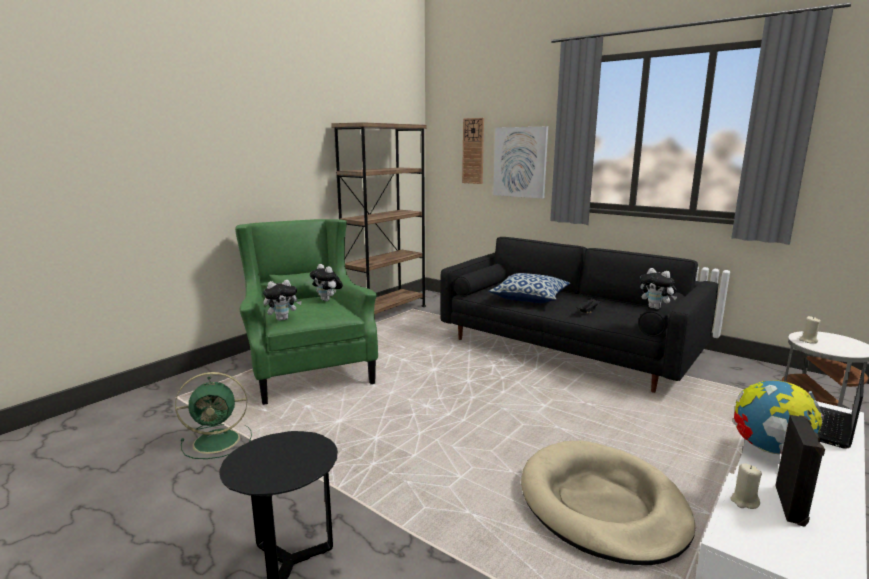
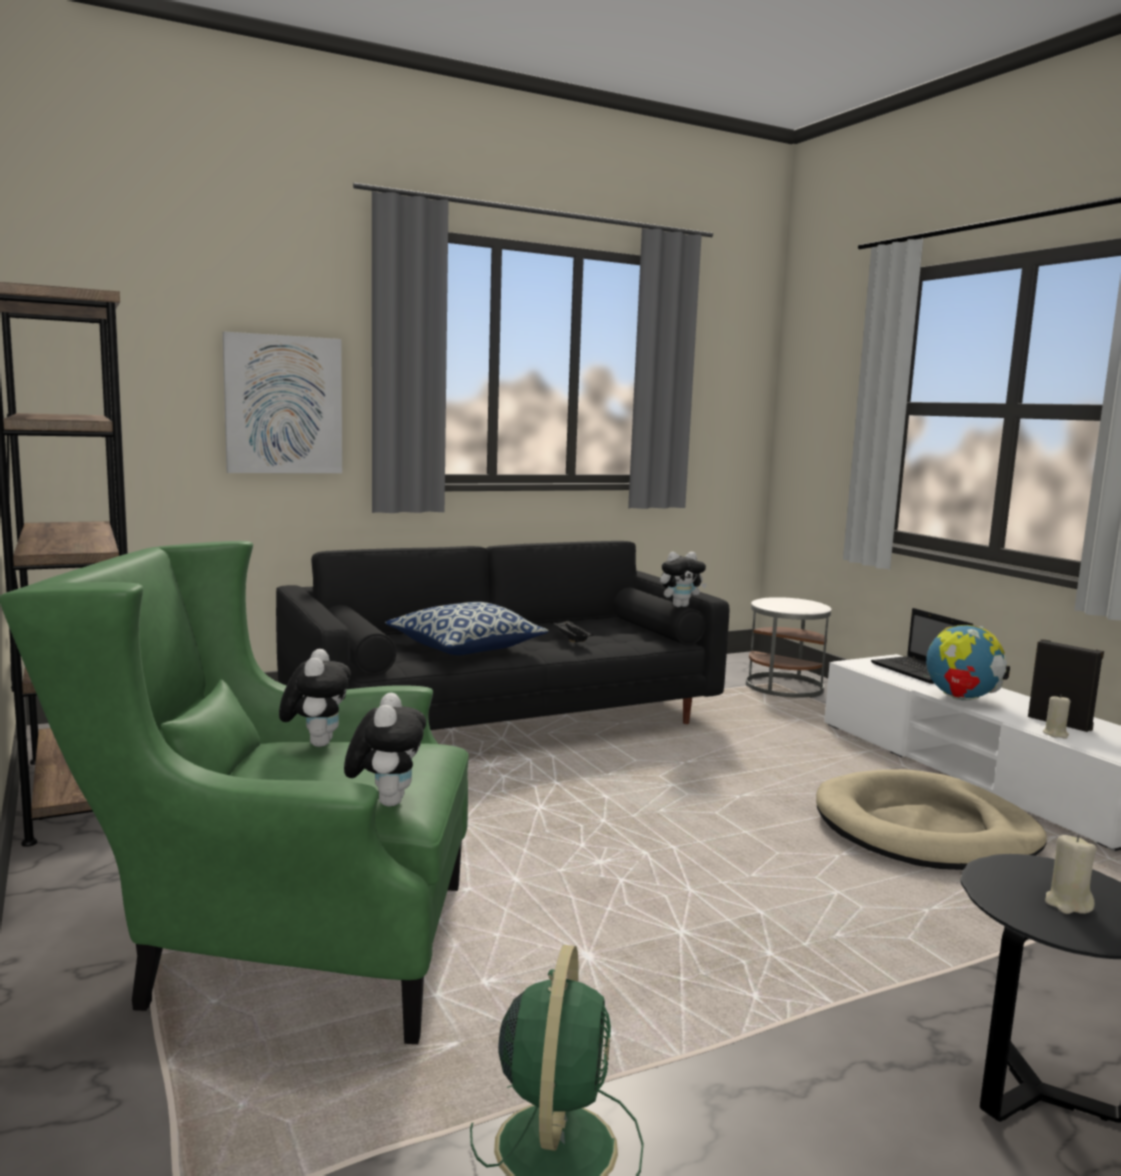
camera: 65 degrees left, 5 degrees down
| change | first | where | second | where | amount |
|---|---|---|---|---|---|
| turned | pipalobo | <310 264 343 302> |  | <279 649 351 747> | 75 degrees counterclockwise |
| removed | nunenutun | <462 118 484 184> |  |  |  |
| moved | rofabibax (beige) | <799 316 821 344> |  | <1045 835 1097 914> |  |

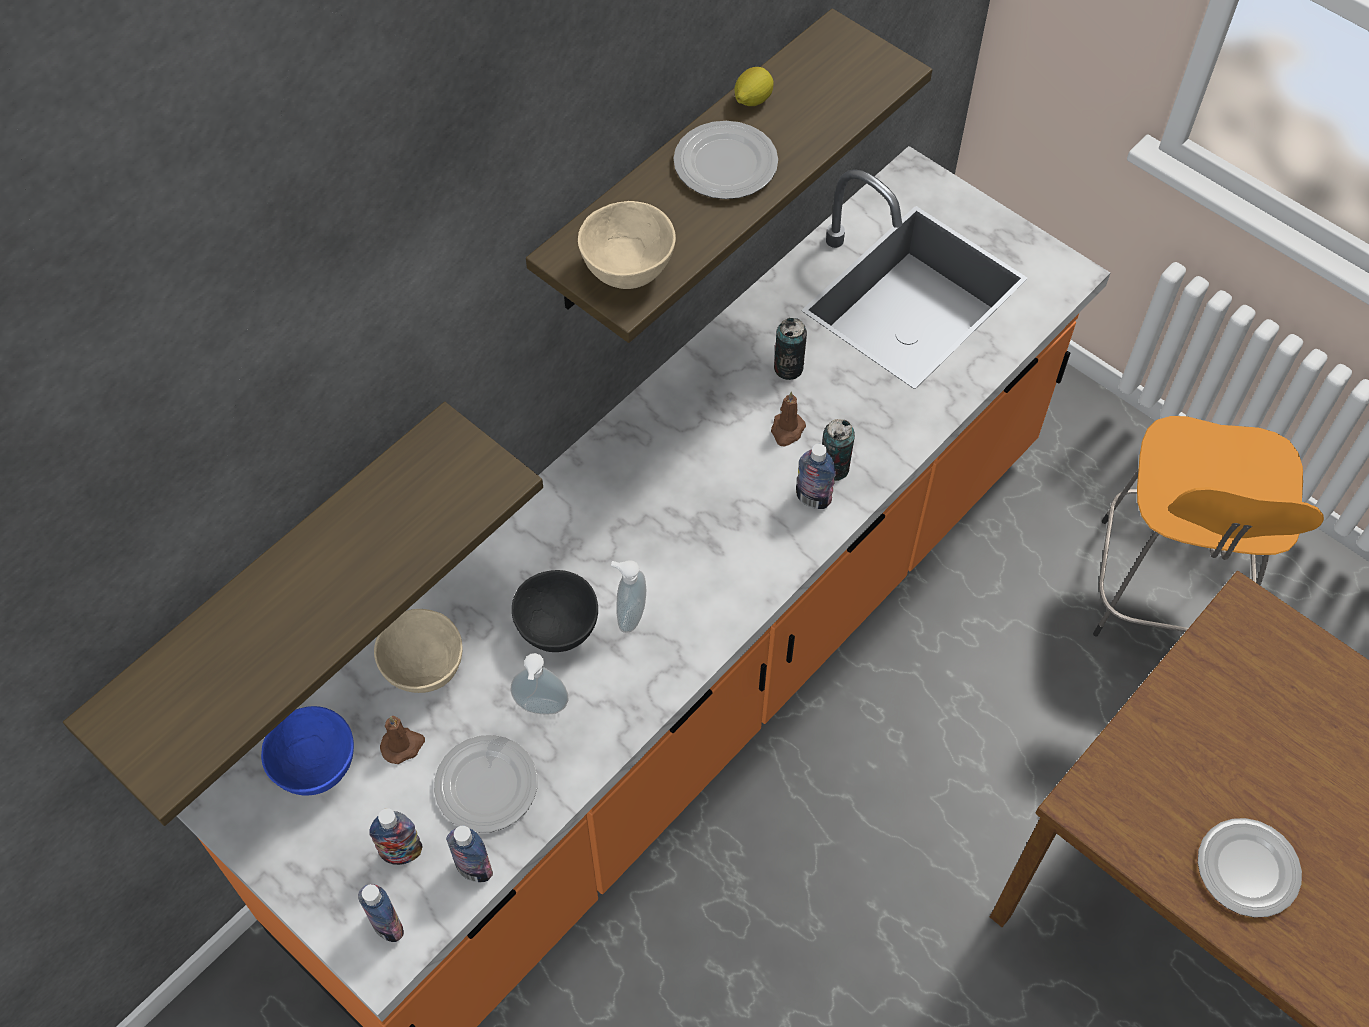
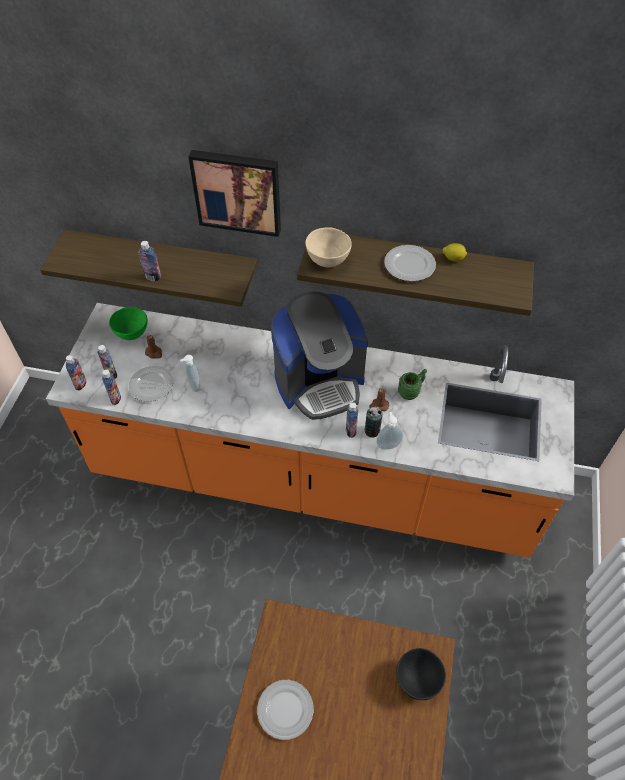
camera: 60 degrees right, 5 degrees down
| change | first | where | second | where | amount |
|---|---|---|---|---|---|
| recoloured | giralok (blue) | <261 706 354 796> | giralok (green) | <109 307 148 340> |  |
| removed | giralok (beige) | <374 609 463 693> |  |  |  |
| moved | giralok (black) | <512 570 598 652> |  | <396 648 446 700> |  |
| moved | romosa | <611 560 646 633> |  | <376 412 403 450> |  |
| replaced | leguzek | <774 318 807 380> | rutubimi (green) | <398 369 427 400> |  |
| removed | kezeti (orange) | <1093 416 1324 637> |  |  |  |
| added |  |  | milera | <138 241 161 281> |  |
| added |  |  | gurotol | <188 150 281 237> |  |
| added |  |  | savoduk | <271 291 368 420> |  |

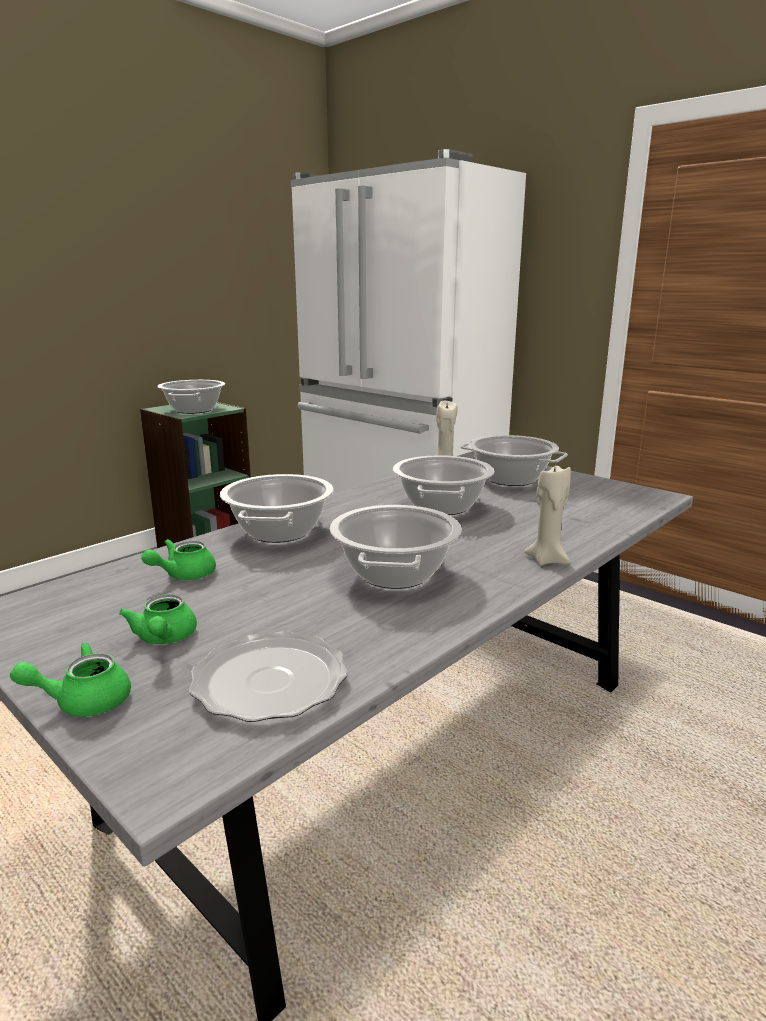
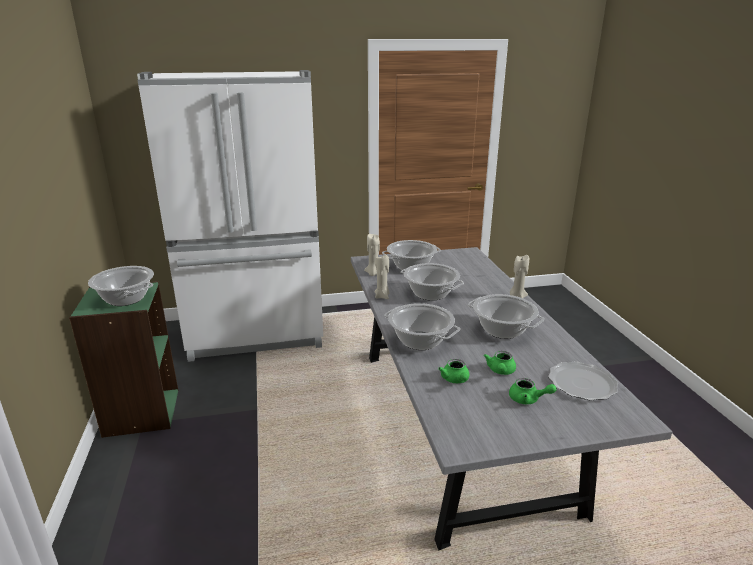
camera: 55 degrees left, 5 degrees up
| change | first | where | second | where | amount |
|---|---|---|---|---|---|
| moved | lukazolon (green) | <10 643 131 717> |  | <483 351 516 375> |  |
| added |  |  | rofabibax (beige) | <374 255 389 299> |  |

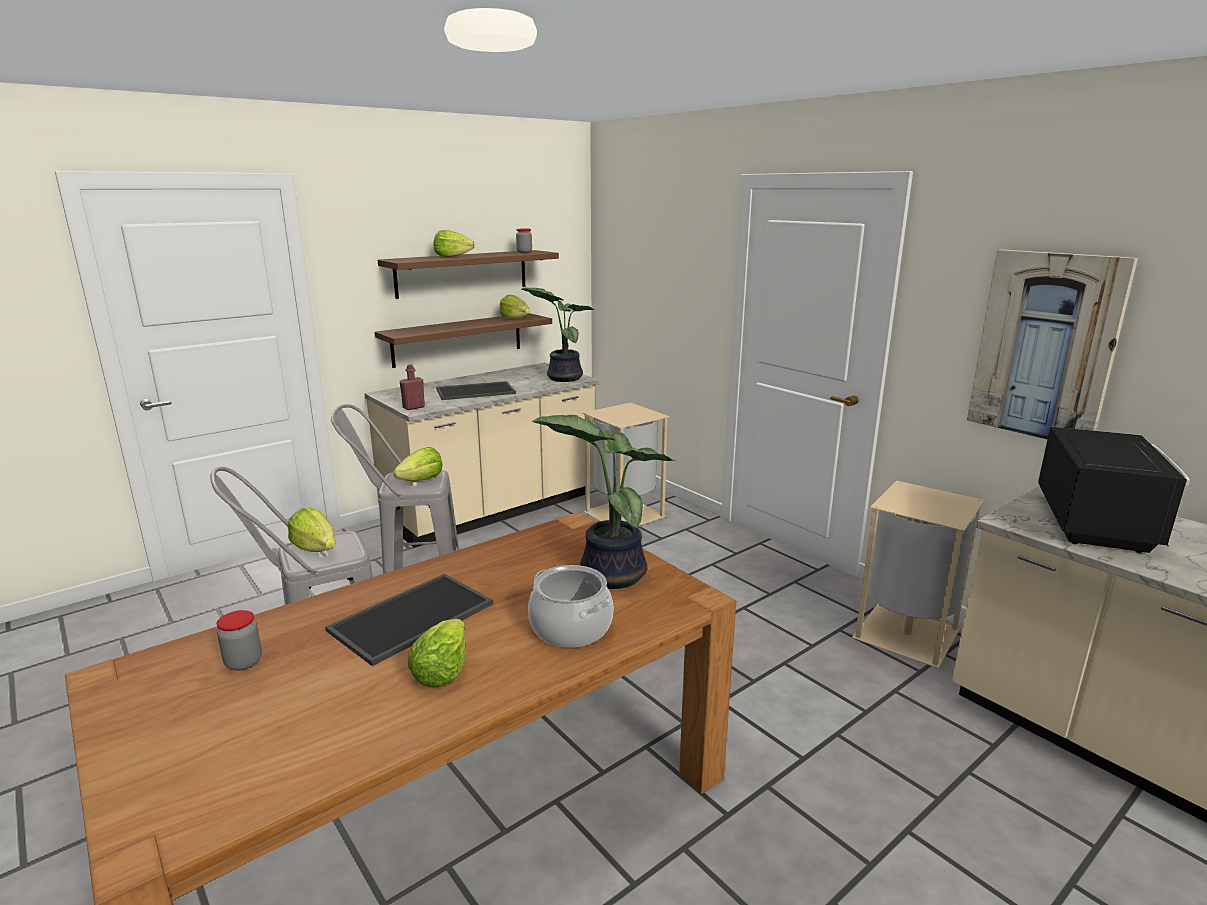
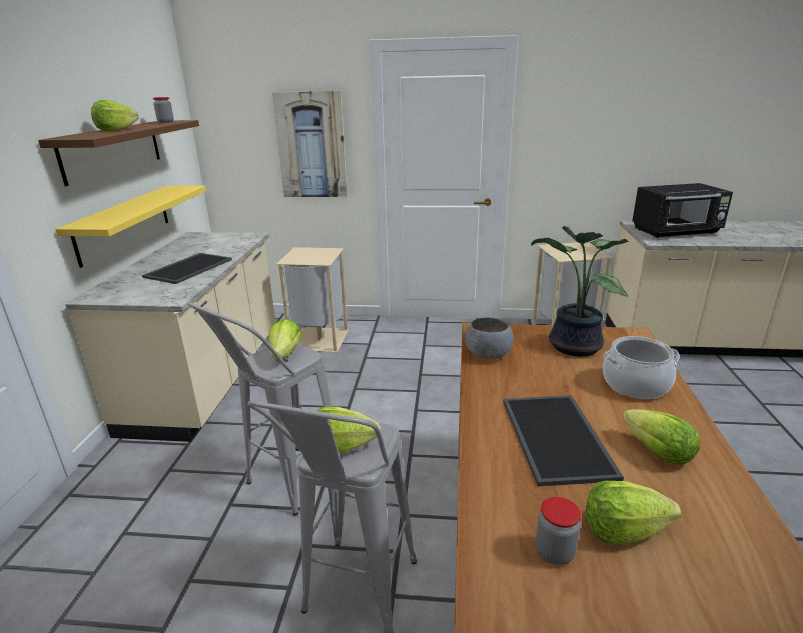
camera: 45 degrees left, 5 degrees up
| change | first | where | second | where | amount |
|---|---|---|---|---|---|
| recoloured | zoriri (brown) | <375 313 552 368> | zoriri (yellow) | <55 186 206 268> |  |
| removed | milera (red) | <400 365 425 410> |  |  |  |
| moved | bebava | <500 295 530 319> |  | <586 481 681 544> |  |
| removed | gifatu | <522 287 595 382> |  |  |  |
| moved | gurotol | <967 250 1138 439> |  | <272 91 348 197> |  |
| turned | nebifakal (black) | <1038 427 1190 553> |  | <632 183 733 238> | 105 degrees clockwise |
| added |  |  | giralok (grey) | <465 317 513 359> |  |

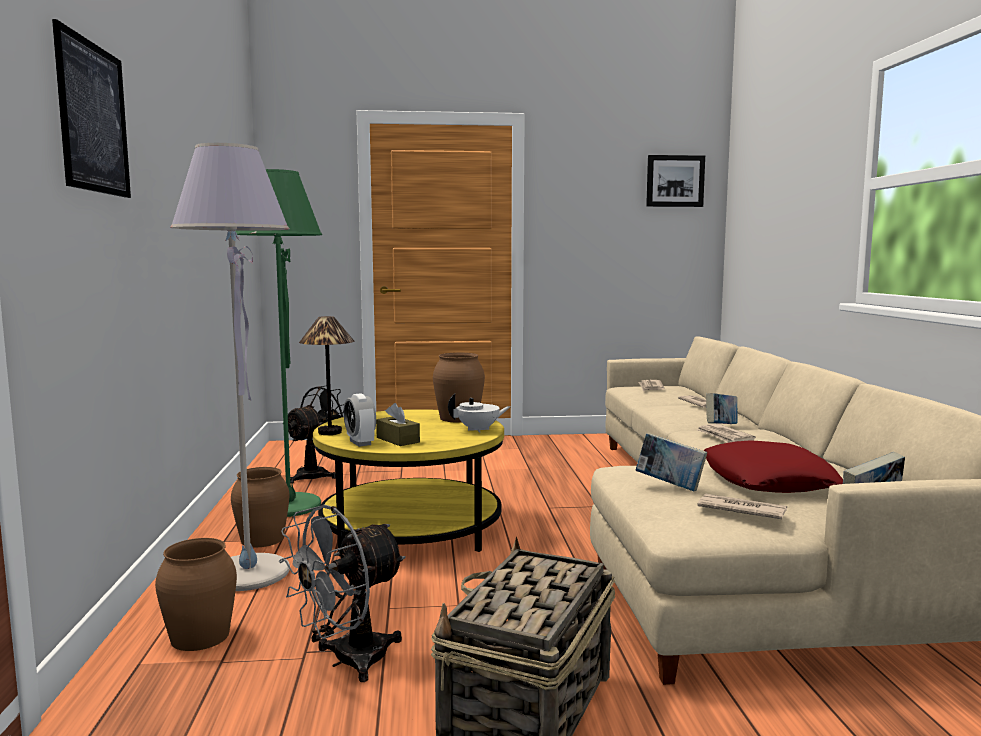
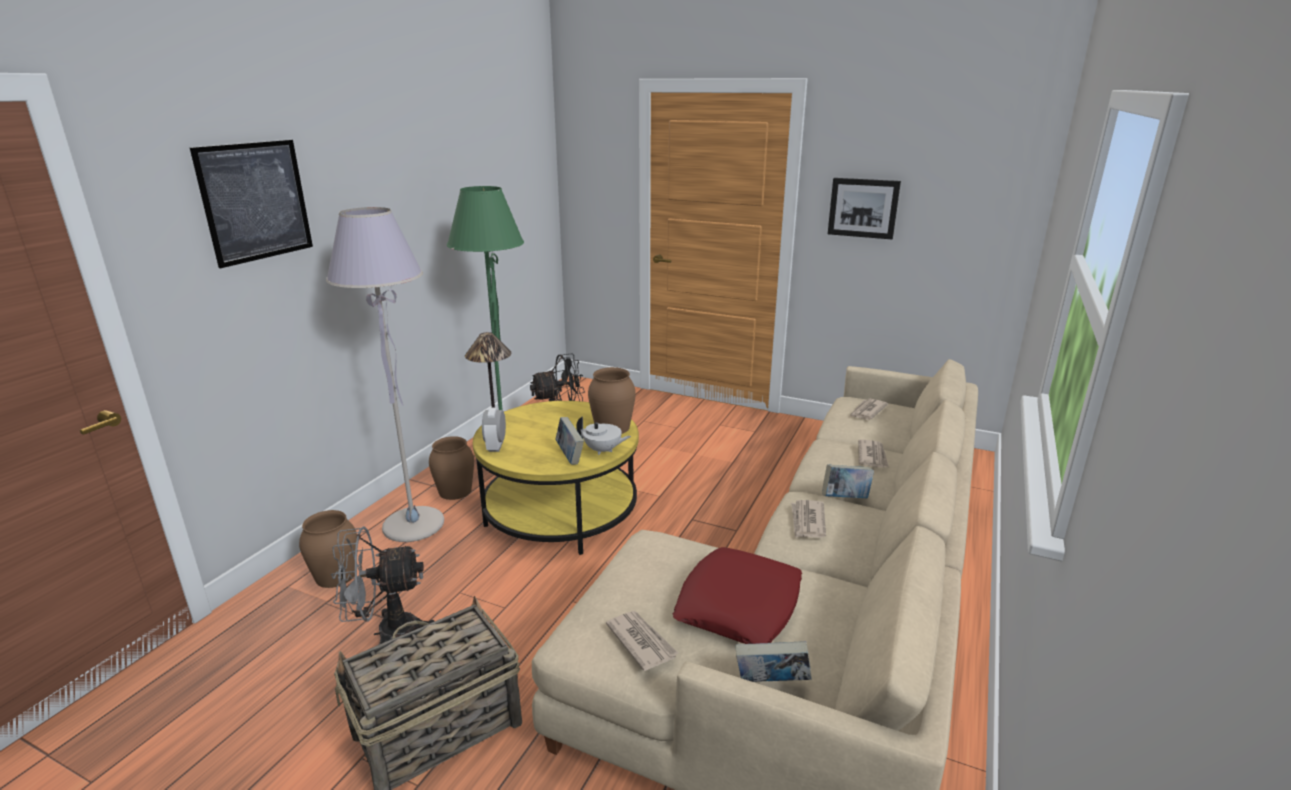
camera: 30 degrees right, 15 degrees up
| change | first | where | second | where | amount |
|---|---|---|---|---|---|
| removed | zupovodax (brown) | <376 403 420 446> |  |  |  |
| moved | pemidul | <636 433 707 492> |  | <555 417 584 465> |  |
| moved | gurotol | <646 155 705 207> |  | <828 178 901 239> |  |

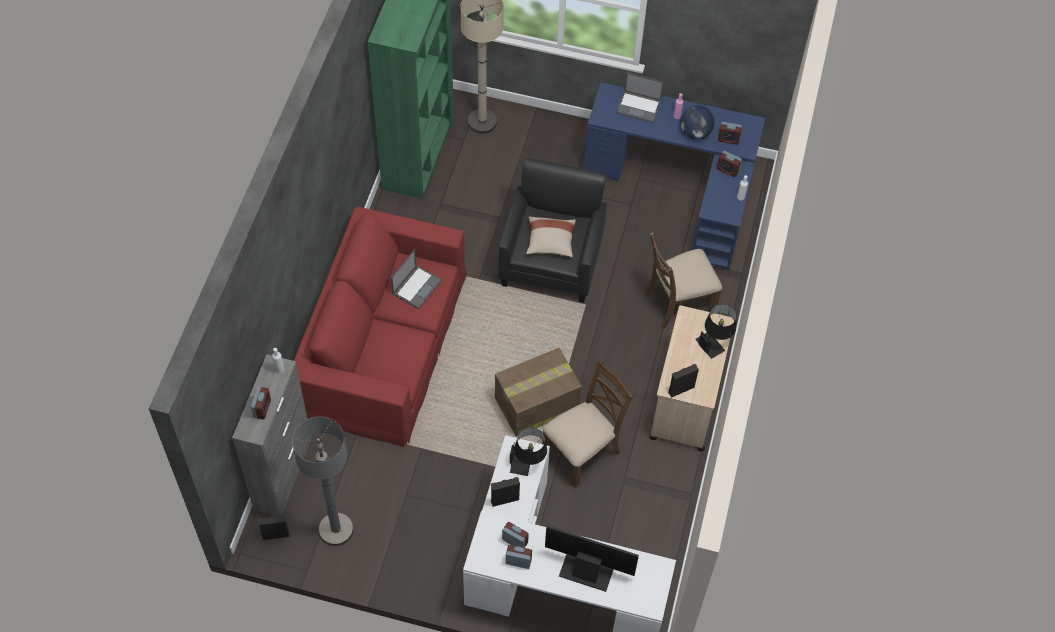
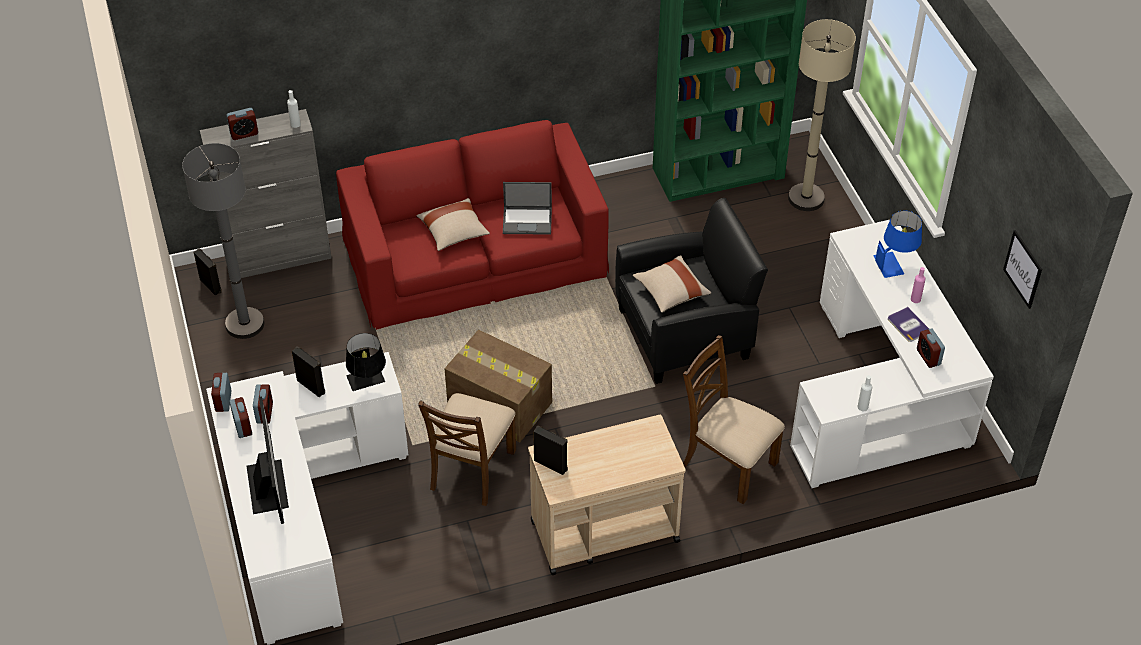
camera: 60 degrees right, 10 degrees down
| change | first | where | second | where | amount |
|---|---|---|---|---|---|
| turned | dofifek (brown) | <542 361 633 488> |  | <418 393 516 506> | 90 degrees clockwise |
| recoloured | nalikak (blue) | <584 82 765 270> | nalikak (white) | <790 220 994 488> |  |
| replaced | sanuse | <616 72 664 123> | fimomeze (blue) | <873 211 922 278> |  |
| replaced | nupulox | <681 105 715 139> | pemidul | <888 307 929 342> |  |
| removed | fimomeze (black) | <695 304 736 359> |  |  |  |
| moved | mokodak | <717 151 742 177> |  | <211 373 231 412> |  |
| added |  |  | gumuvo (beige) | <417 198 490 251> |  |
| added |  |  | gurotol | <1003 230 1042 309> |  |

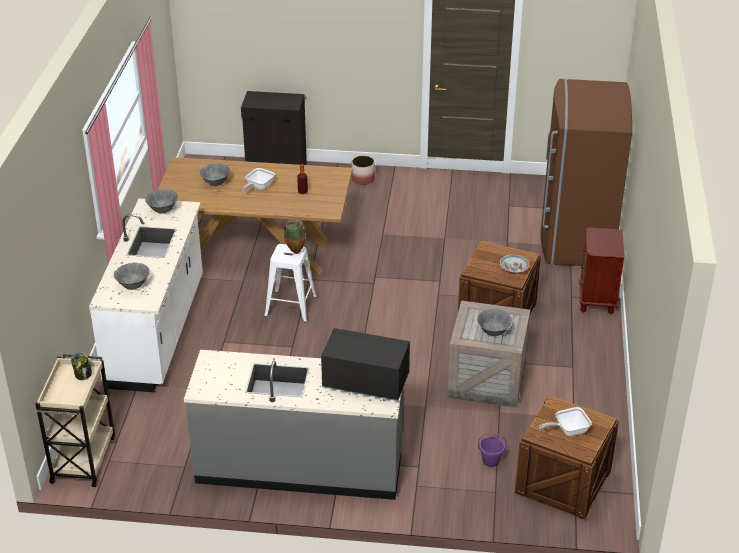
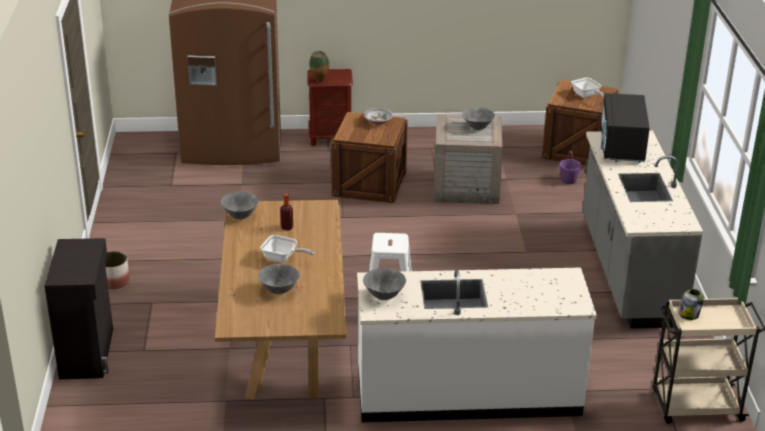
camera: 100 degrees left, 5 degrees down
| change | first | where | second | where | amount |
|---|---|---|---|---|---|
| moved | giralok (grey) | <114 263 150 290> |  | <221 192 259 219> |  |
| moved | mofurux | <284 221 305 254> |  | <309 51 329 83> |  |

